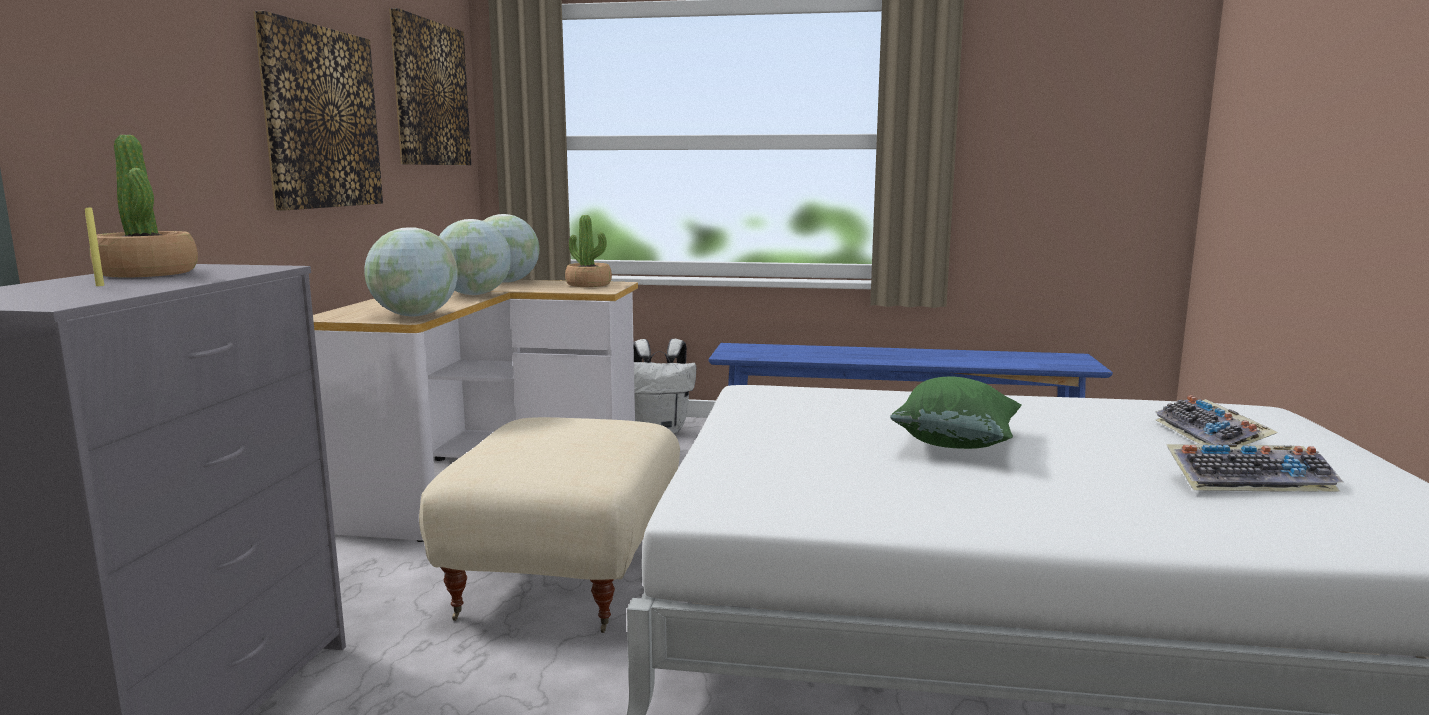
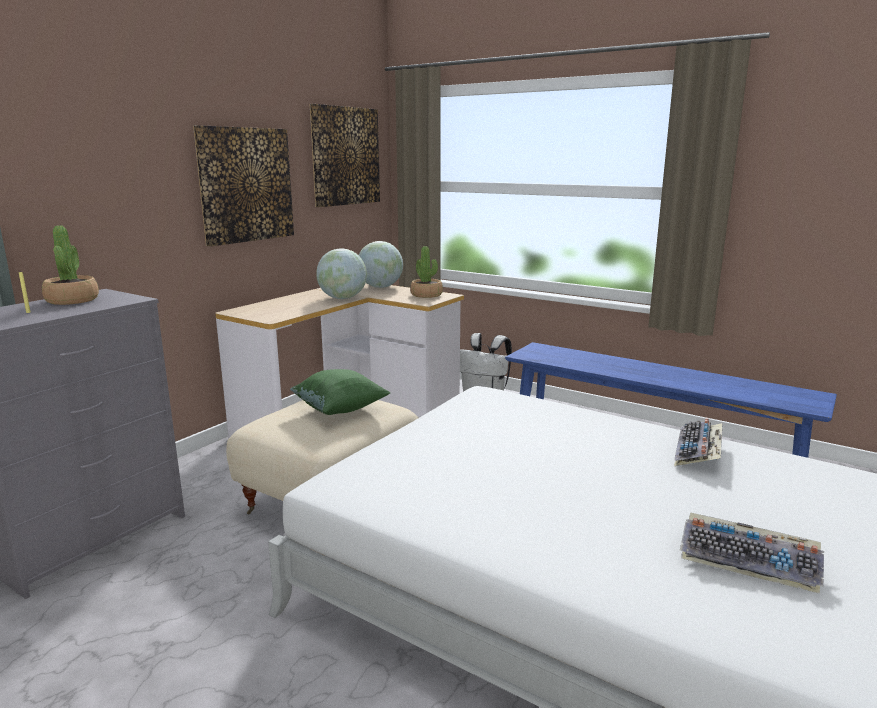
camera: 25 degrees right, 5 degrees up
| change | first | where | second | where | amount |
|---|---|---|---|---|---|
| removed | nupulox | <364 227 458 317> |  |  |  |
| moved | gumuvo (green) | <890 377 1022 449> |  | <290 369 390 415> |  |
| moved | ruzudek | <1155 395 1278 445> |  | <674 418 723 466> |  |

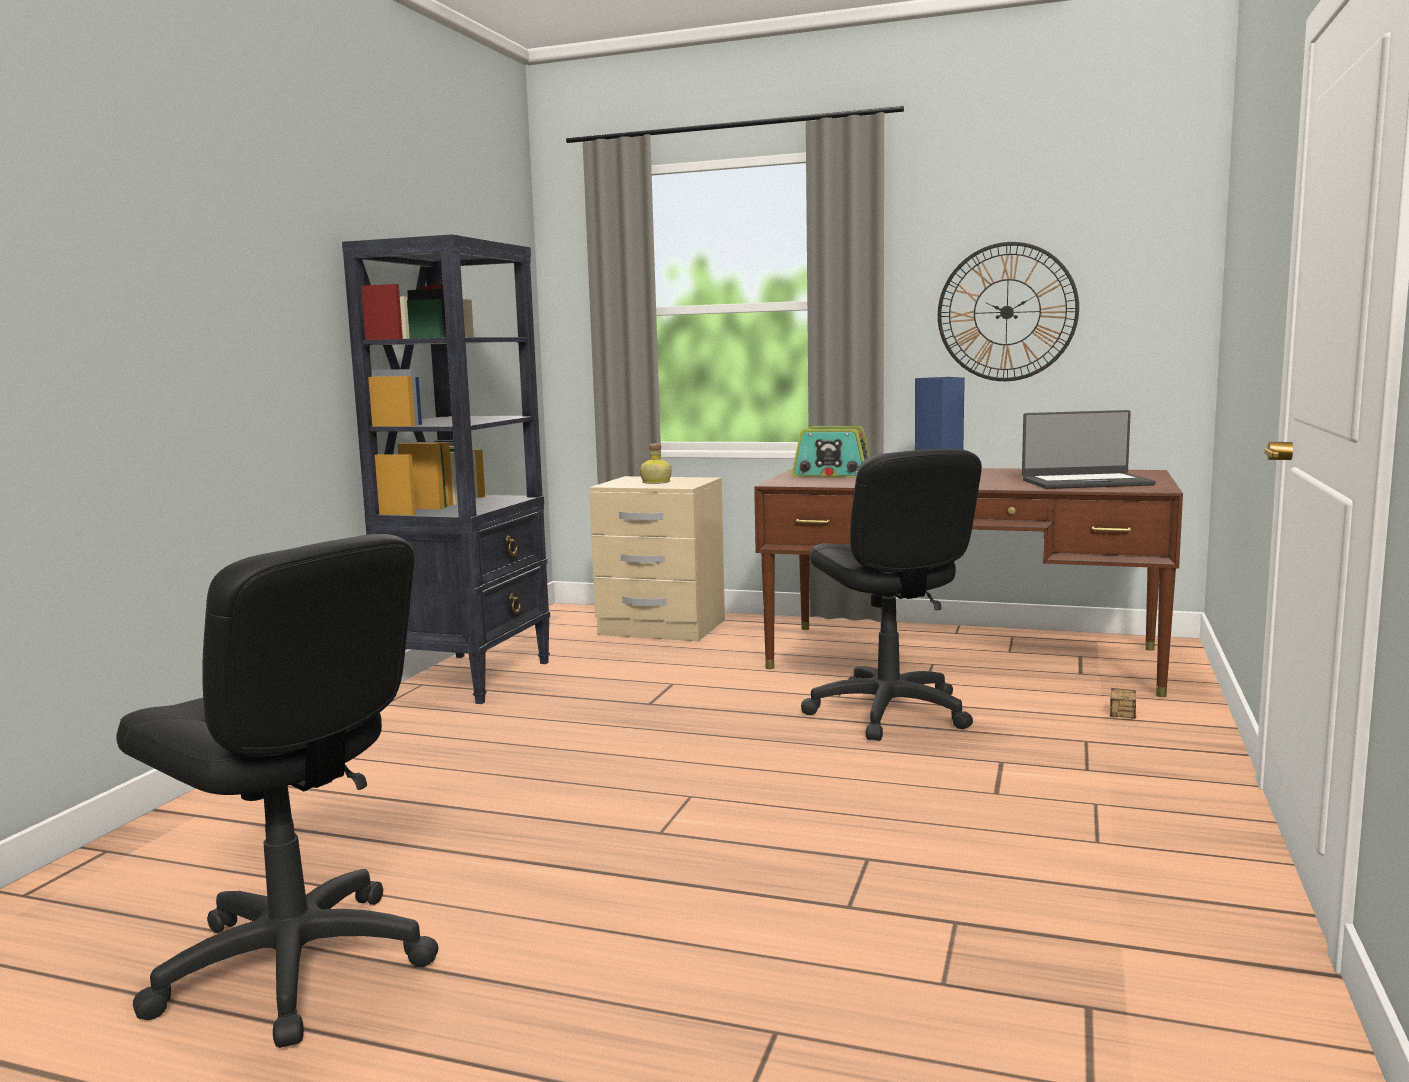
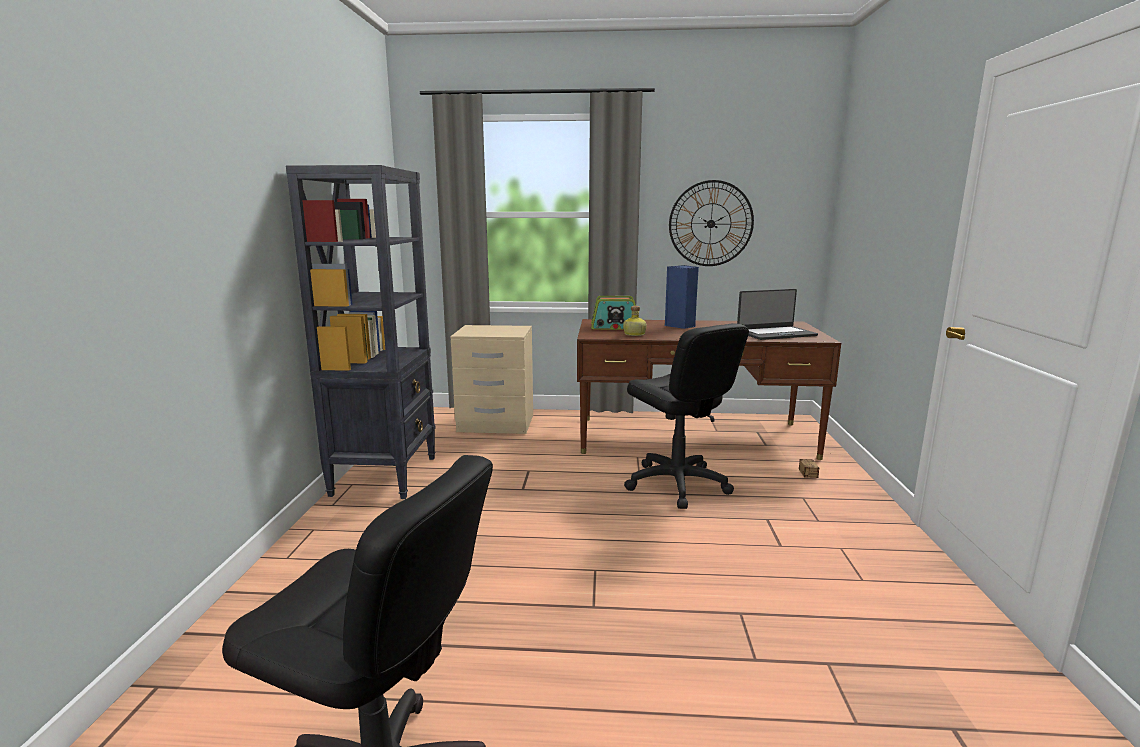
camera: 15 degrees left, 5 degrees up
| change | first | where | second | where | amount |
|---|---|---|---|---|---|
| moved | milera | <640 443 672 484> |  | <623 306 647 336> |  |

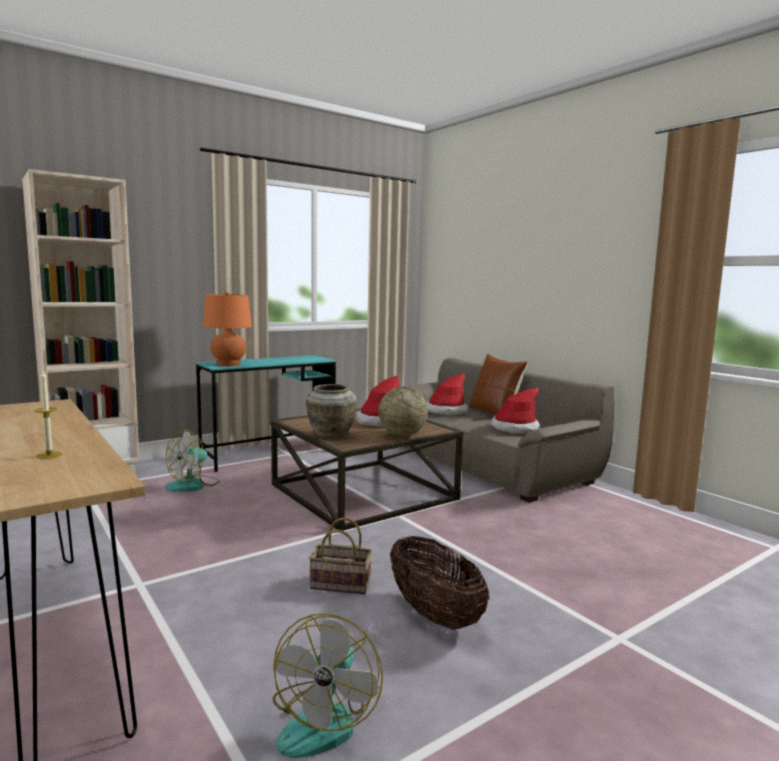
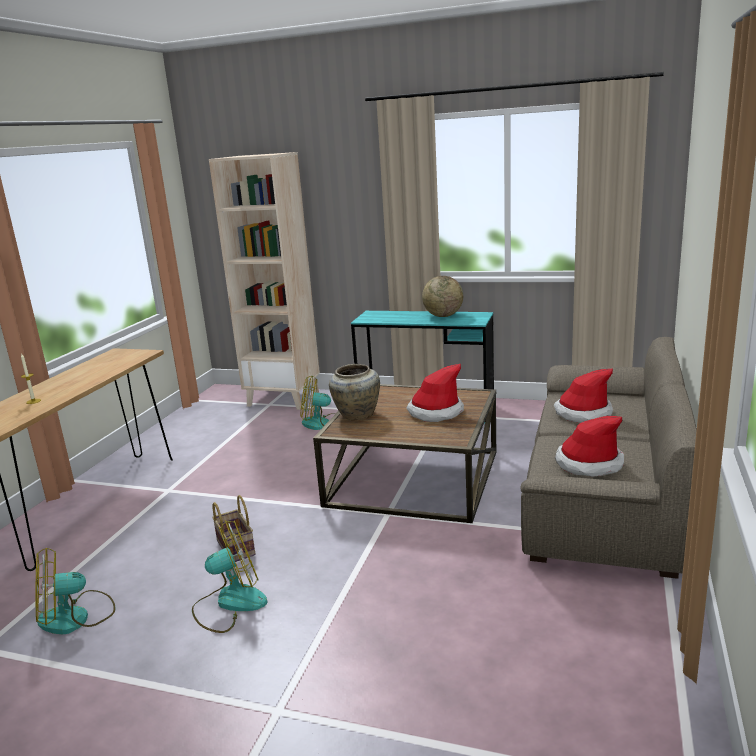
camera: 55 degrees right, 10 degrees up
| change | first | where | second | where | amount |
|---|---|---|---|---|---|
| removed | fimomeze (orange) | <203 292 252 366> |  |  |  |
| moved | nupulox | <378 387 428 436> |  | <422 276 463 317> |  |
| replaced | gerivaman | <390 536 489 630> | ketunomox | <192 520 267 633> |  |
| removed | gumuvo (brown) | <469 354 528 415> |  |  |  |

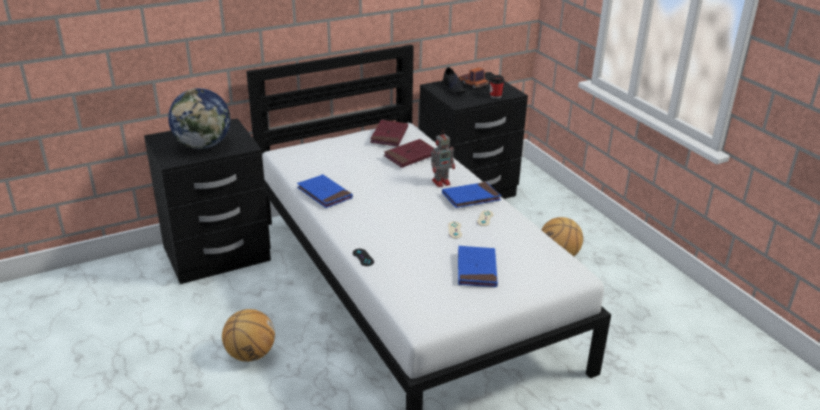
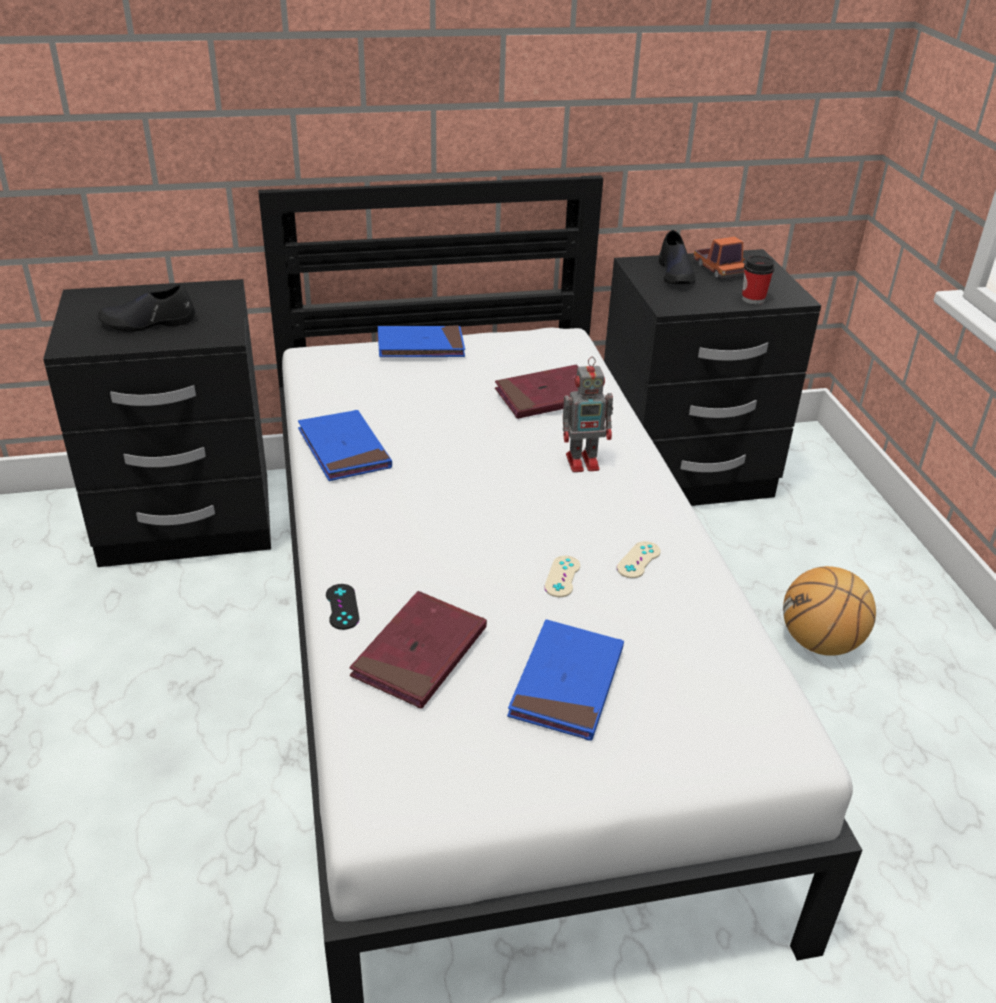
camera: 15 degrees right, 5 degrees up
| change | first | where | second | where | amount |
|---|---|---|---|---|---|
| replaced | nupulox | <168 88 230 149> | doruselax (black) | <97 284 195 332> |  |
| removed | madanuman | <222 309 275 362> |  |  |  |
| moved | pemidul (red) | <370 120 408 147> |  | <349 591 487 709> |  |
| moved | pemidul (blue) | <442 182 501 208> |  | <378 325 465 357> |  |

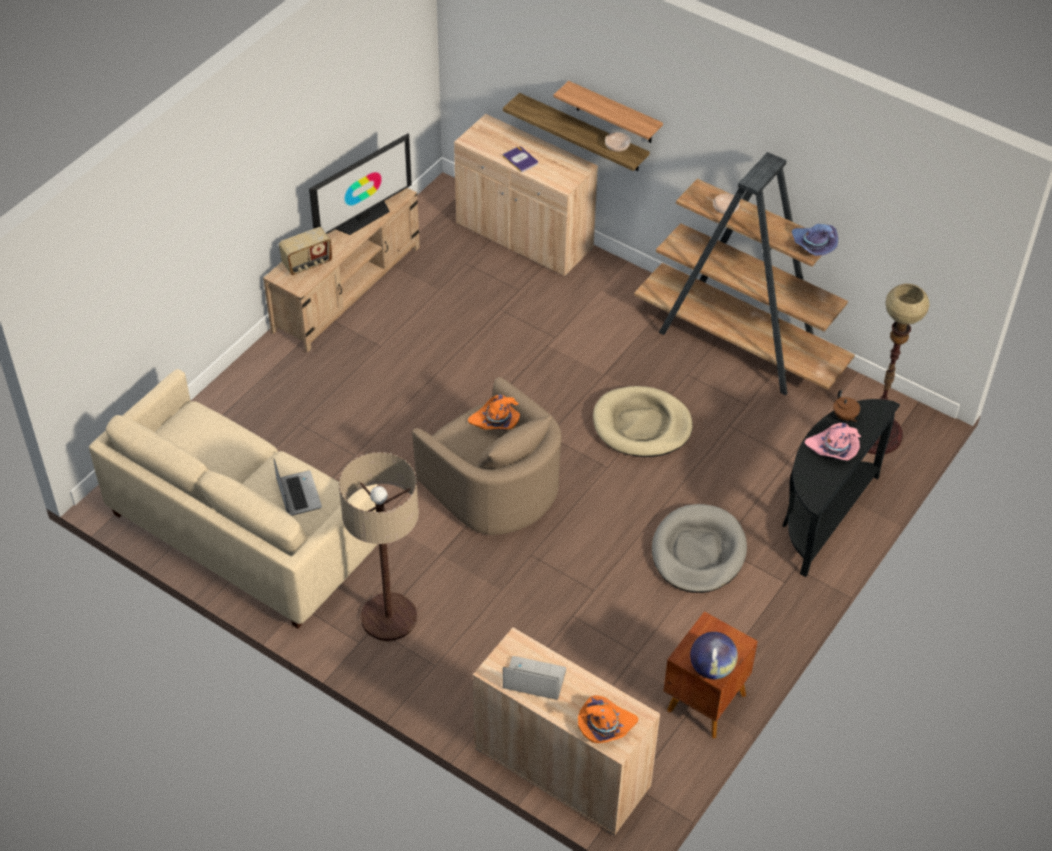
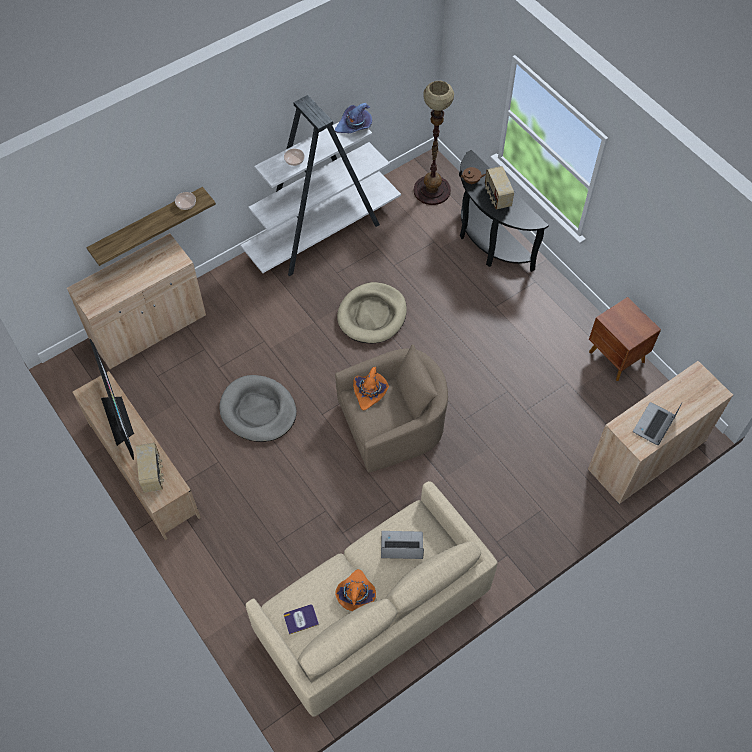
camera: 70 degrees left, 10 degrees up
| change | first | where | second | where | amount |
|---|---|---|---|---|---|
| removed | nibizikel | <339 452 419 641> |  |  |  |
| moved | pemidul | <502 146 538 173> |  | <284 604 319 635> |  |
| removed | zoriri | <553 81 663 143> |  |  |  |
| moved | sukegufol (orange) | <578 695 638 743> |  | <335 569 376 611> |  |
| recoloured | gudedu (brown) | <634 152 855 395> | gudedu (white) | <240 95 401 276> |  |
| moved | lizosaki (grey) | <652 504 747 593> |  | <219 375 297 442> |  |
| removed | nupulox | <690 632 738 679> |  |  |  |
| replaced | sukegufol (pink) | <804 423 861 460> | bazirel | <485 166 514 210> |  |

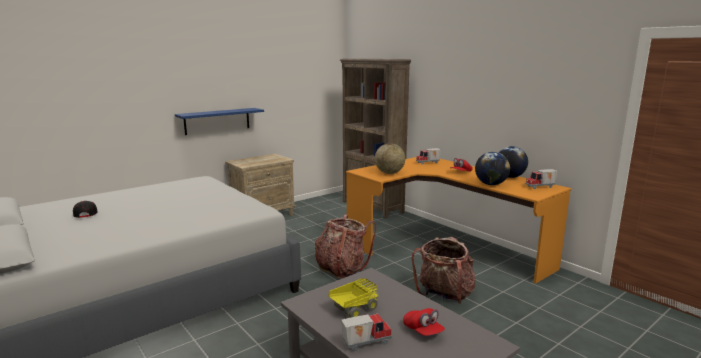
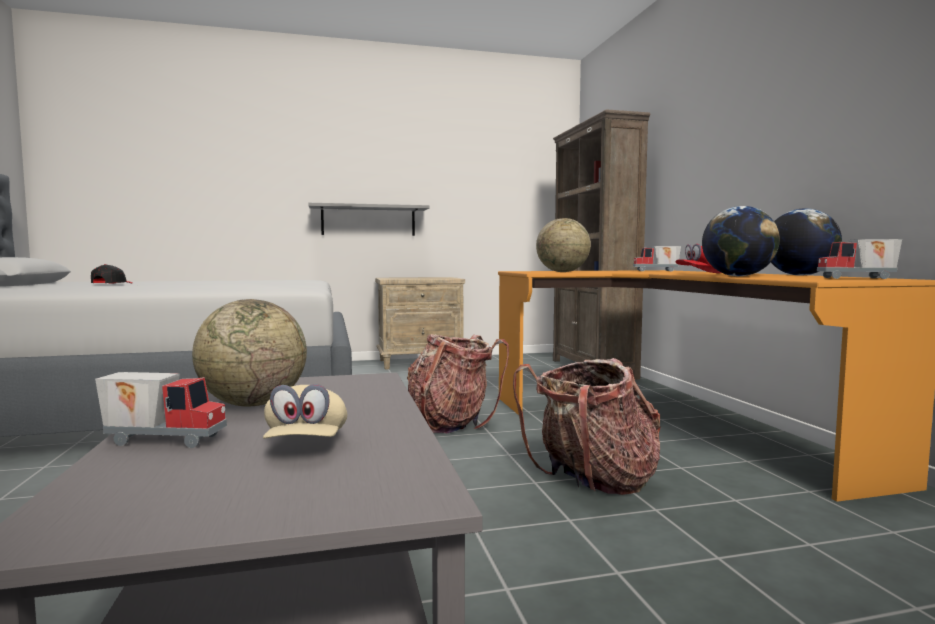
camera: 25 degrees right, 10 degrees down
| change | first | where | second | where | amount |
|---|---|---|---|---|---|
| recoloured | zoriri (blue) | <175 108 264 135> | zoriri (grey) | <308 203 429 236> |  |
| replaced | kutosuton | <328 279 379 318> | nupulox | <192 299 307 406> |  |
| recoloured | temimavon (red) | <403 308 445 336> | temimavon (beige) | <263 384 347 439> |  |

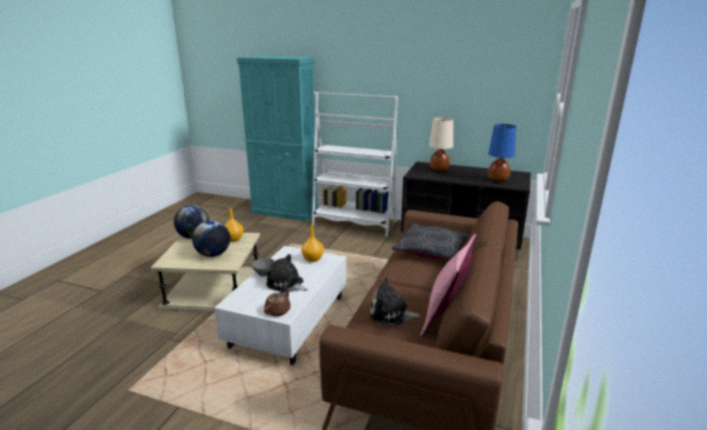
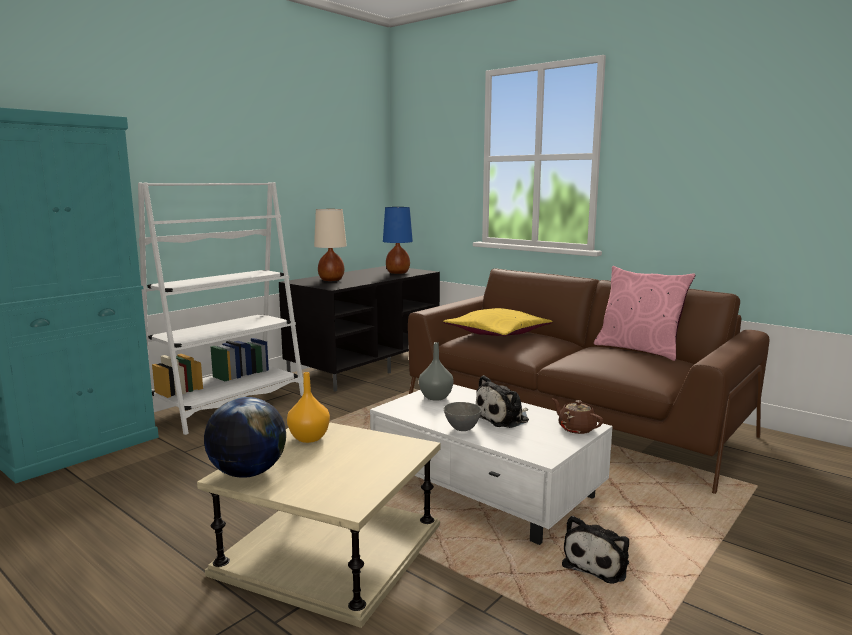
camera: 70 degrees left, 10 degrees down
| change | first | where | second | where | amount |
|---|---|---|---|---|---|
| removed | nupulox | <192 220 230 257> |  |  |  |
| recoloured | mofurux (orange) | <301 226 324 262> | mofurux (grey) | <419 342 453 401> |  |
| moved | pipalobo | <370 277 421 325> |  | <562 516 629 584> |  |
| recoloured | gumuvo (grey) | <392 223 470 261> | gumuvo (yellow) | <443 308 553 336> |  |

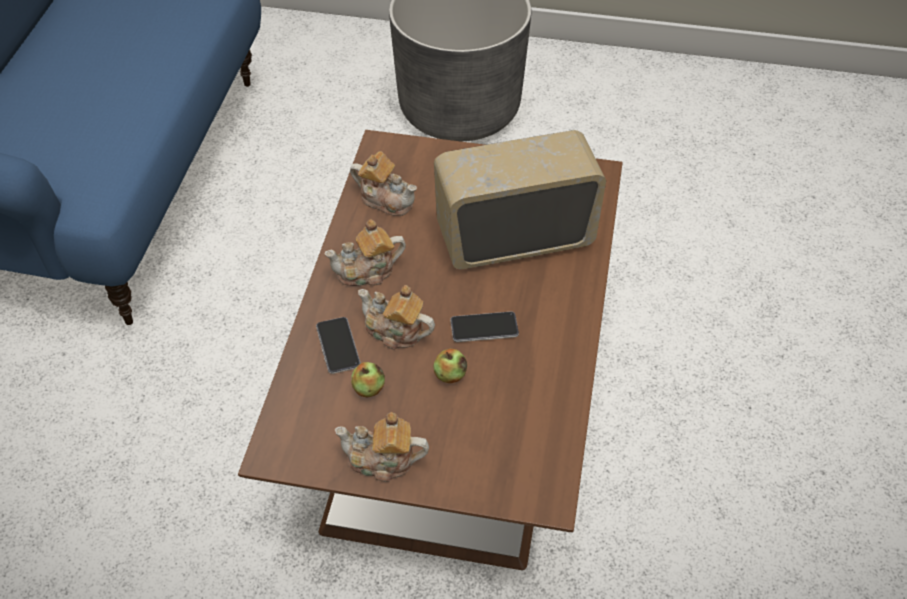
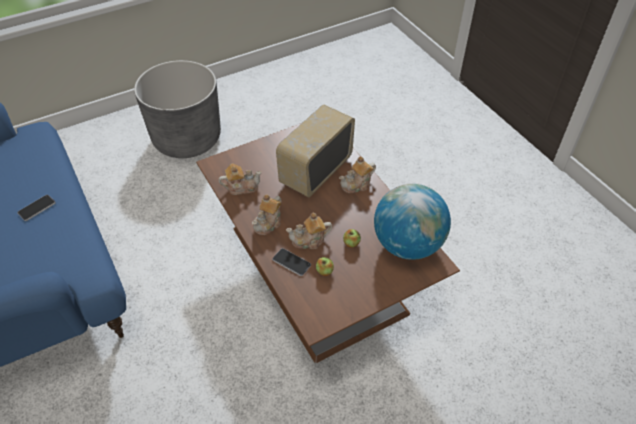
camera: 40 degrees left, 0 degrees up
| change | first | where | second | where | amount |
|---|---|---|---|---|---|
| moved | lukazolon | <335 412 429 482> |  | <339 156 376 193> |  |
| moved | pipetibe | <450 311 519 342> |  | <17 195 56 221> |  |
| added |  |  | nupulox | <374 184 451 260> |  |

